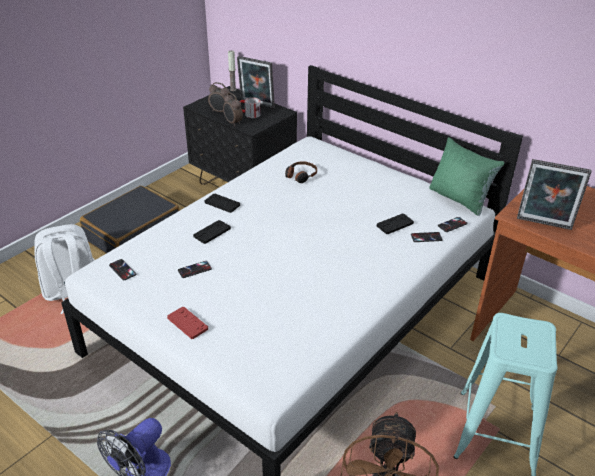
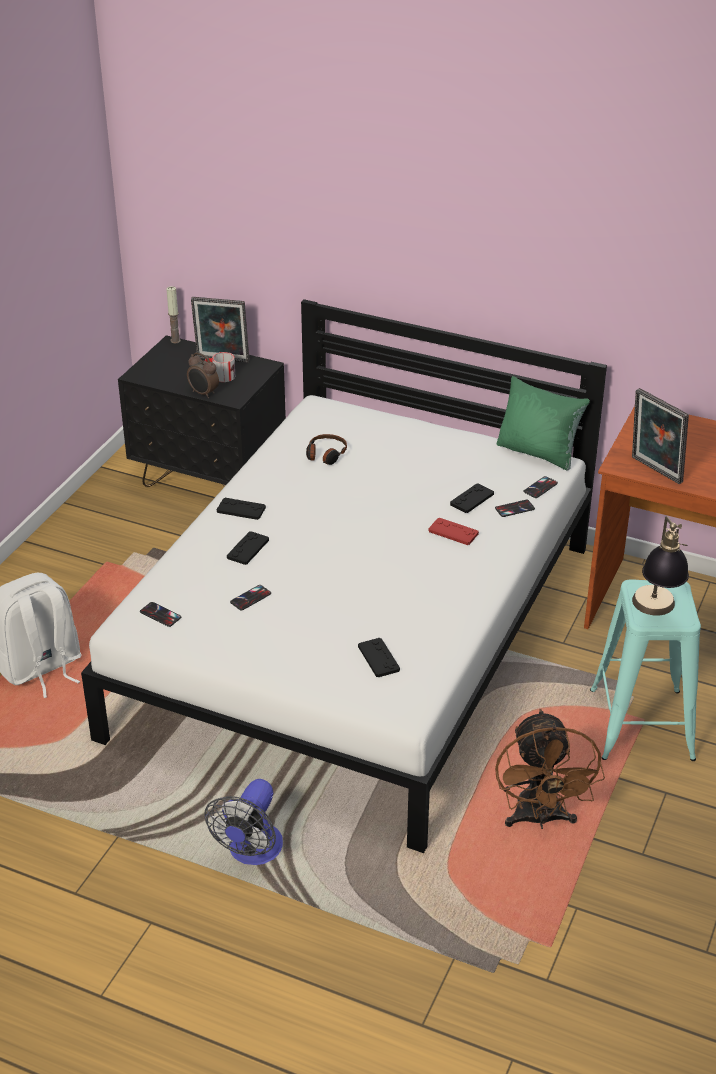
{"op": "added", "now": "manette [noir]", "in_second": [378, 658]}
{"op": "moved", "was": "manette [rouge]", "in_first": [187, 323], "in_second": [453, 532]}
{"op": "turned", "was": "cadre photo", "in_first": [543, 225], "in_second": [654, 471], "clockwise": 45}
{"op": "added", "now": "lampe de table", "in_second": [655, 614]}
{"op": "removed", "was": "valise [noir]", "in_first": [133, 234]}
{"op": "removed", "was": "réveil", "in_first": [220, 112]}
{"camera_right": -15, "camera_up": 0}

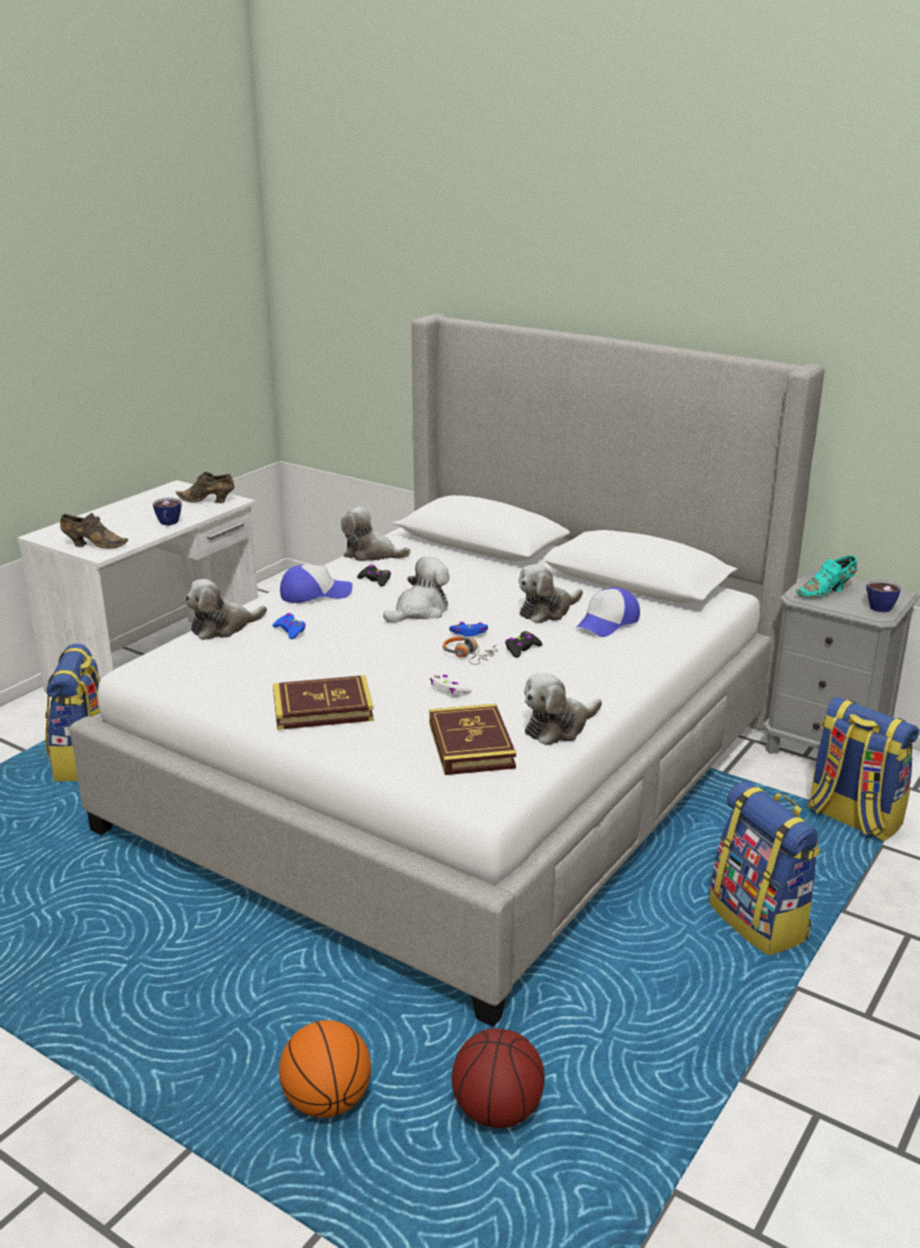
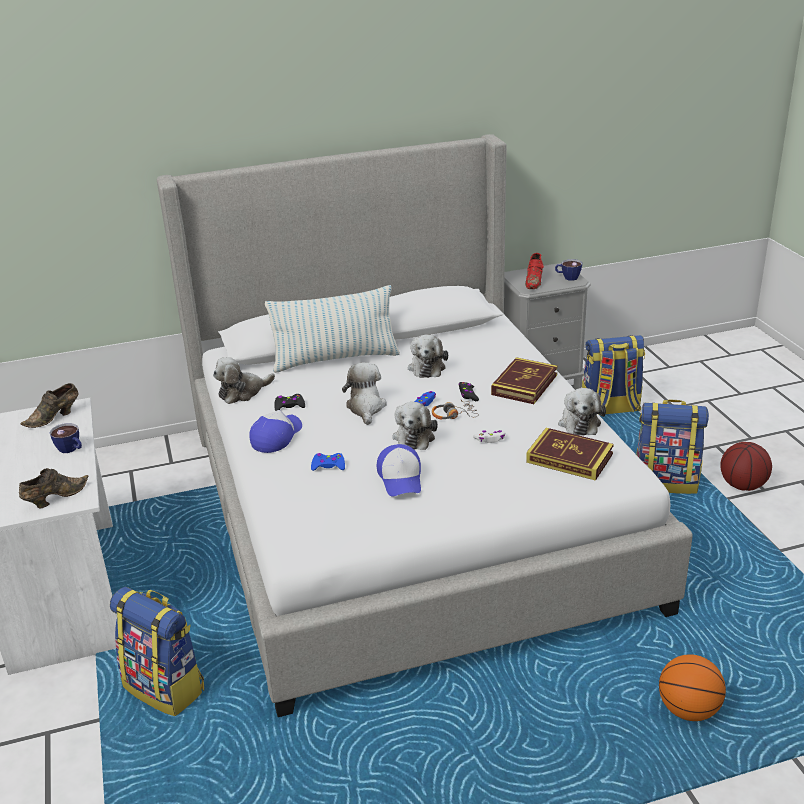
{"op": "added", "now": "coussin", "in_second": [335, 359]}
{"op": "moved", "was": "casquette", "in_first": [607, 623], "in_second": [401, 478]}
{"op": "moved", "was": "peluche", "in_first": [223, 627], "in_second": [414, 436]}
{"op": "moved", "was": "livre", "in_first": [322, 708], "in_second": [524, 384]}
{"op": "recoloured", "was": "chaussure [turquoise]", "now": "chaussure [rouge]", "in_first": [826, 592], "in_second": [534, 281]}
{"op": "moved", "was": "ballon de basket", "in_first": [497, 1111], "in_second": [743, 485]}
{"camera_right": -50, "camera_up": 5}

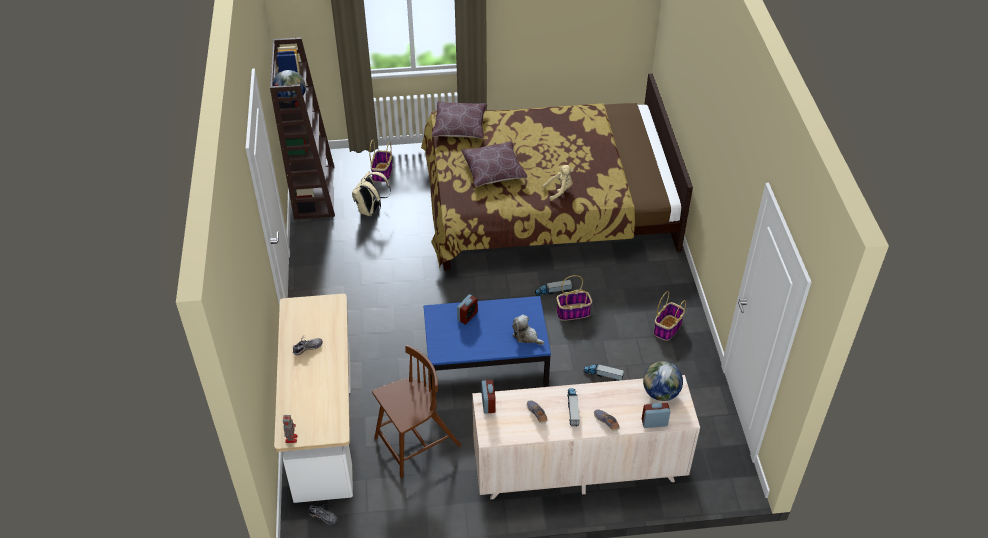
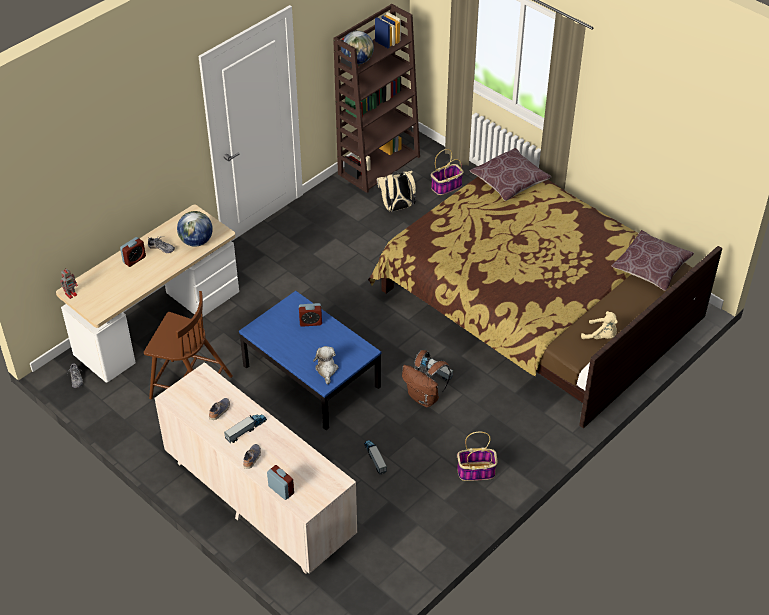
{"op": "moved", "was": "réveil", "in_first": [488, 404], "in_second": [134, 259]}
{"op": "moved", "was": "globe", "in_first": [660, 393], "in_second": [196, 241]}
{"op": "replaced", "was": "panier", "now": "sac à dos [marron]", "in_first": [573, 312], "in_second": [425, 397]}
{"op": "moved", "was": "peluche [beige]", "in_first": [559, 191], "in_second": [601, 336]}
{"op": "moved", "was": "coussin [marron]", "in_first": [493, 171], "in_second": [651, 268]}
{"camera_right": 50, "camera_up": 0}

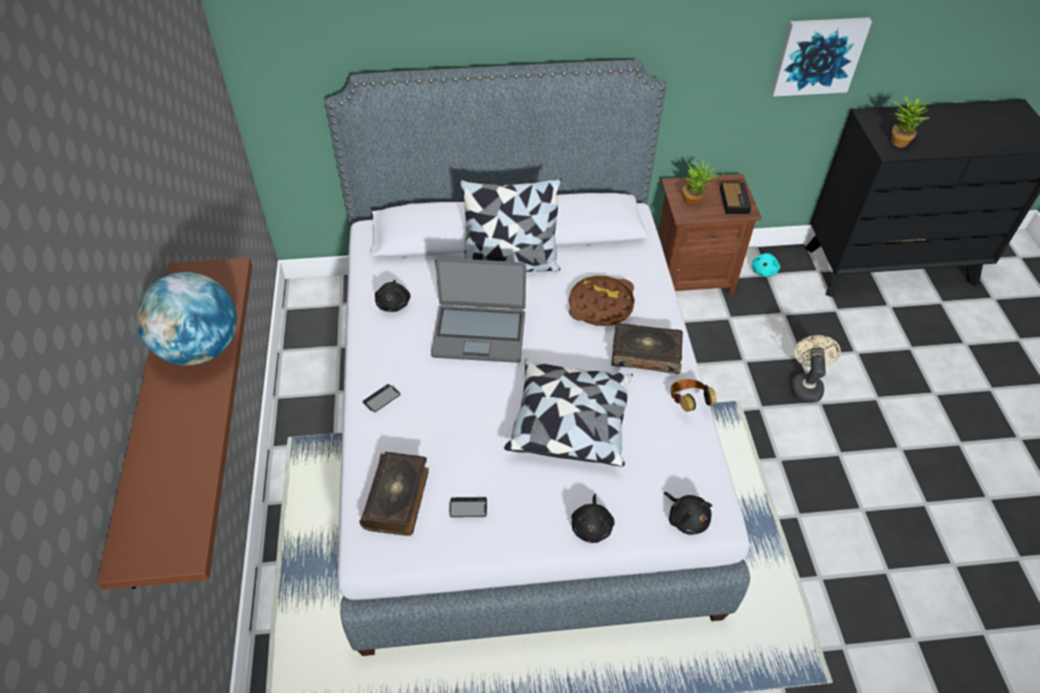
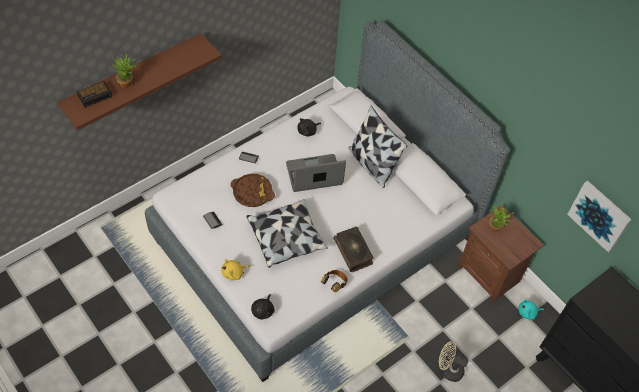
{"op": "moved", "was": "réveil", "in_first": [734, 200], "in_second": [95, 96]}
{"op": "moved", "was": "plante en pot", "in_first": [898, 140], "in_second": [128, 83]}
{"op": "recoloured", "was": "peluche [noir]", "now": "peluche [jaune]", "in_first": [592, 526], "in_second": [234, 273]}
{"op": "moved", "was": "plateau [marron]", "in_first": [600, 305], "in_second": [252, 192]}
{"op": "turned", "was": "ordinateur portable", "in_first": [479, 333], "in_second": [314, 175], "clockwise": 105}
{"op": "turned", "was": "ventilateur [beige]", "in_first": [805, 385], "in_second": [448, 370], "clockwise": -135}
{"op": "removed", "was": "globe", "in_first": [200, 348]}
{"op": "removed", "was": "livre", "in_first": [397, 498]}
{"camera_right": 55, "camera_up": 5}

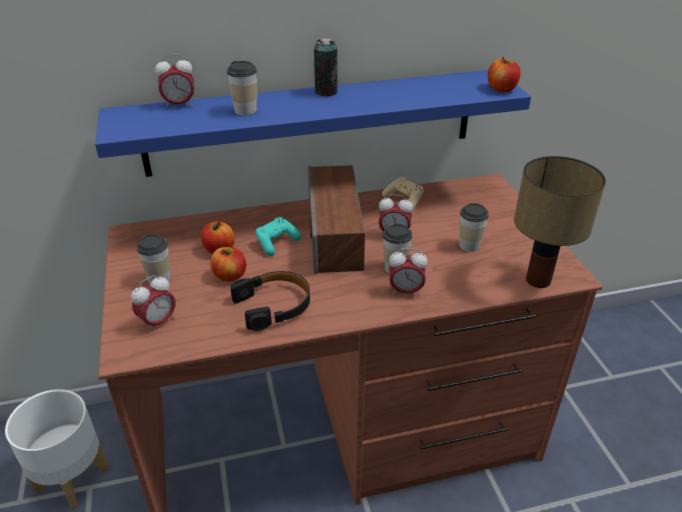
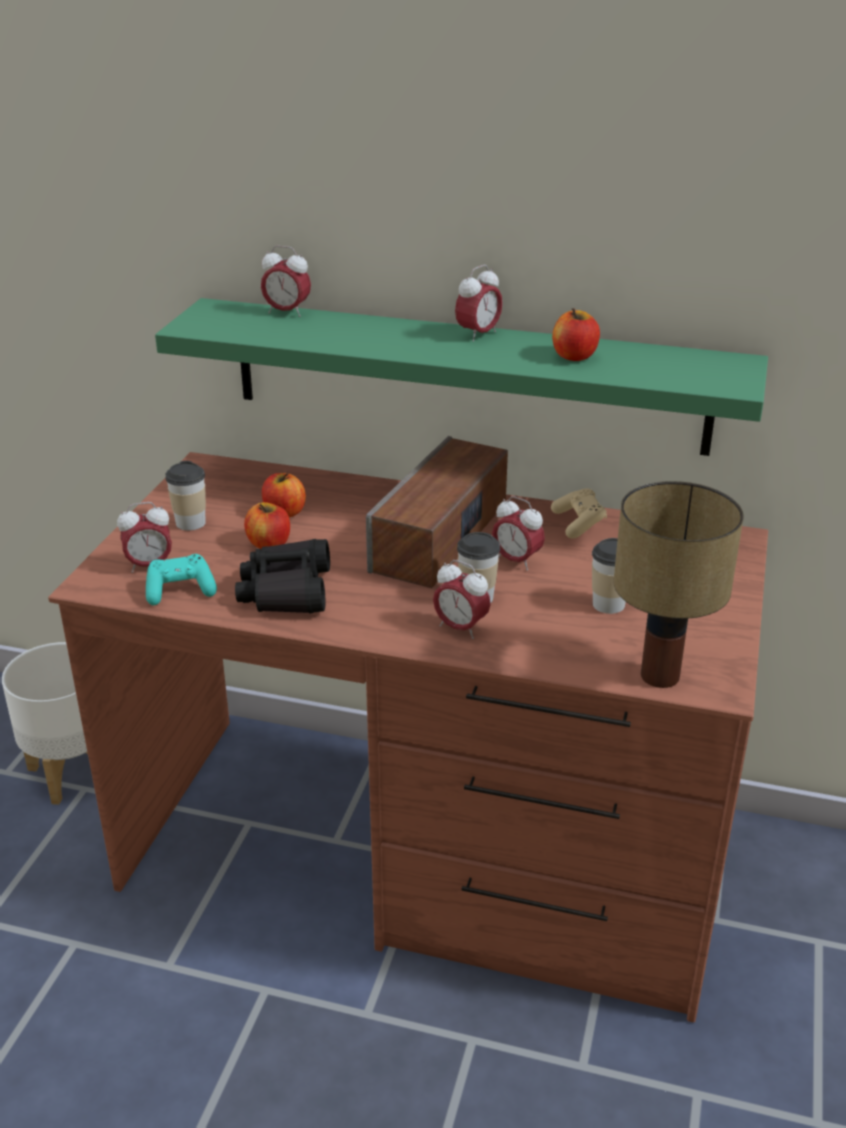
{"op": "moved", "was": "manette [turquoise]", "in_first": [277, 242], "in_second": [180, 591]}
{"op": "recoloured", "was": "étagère [bleu]", "now": "étagère [vert]", "in_first": [312, 122], "in_second": [467, 376]}
{"op": "replaced", "was": "casque audio [noir]", "now": "jumelles [noir]", "in_first": [274, 305], "in_second": [287, 591]}
{"op": "replaced", "was": "boîte métallique", "now": "réveil", "in_first": [326, 92], "in_second": [478, 335]}
{"op": "moved", "was": "pomme", "in_first": [501, 89], "in_second": [574, 356]}
{"op": "removed", "was": "tasse", "in_first": [245, 110]}
{"camera_right": 30, "camera_up": -5}

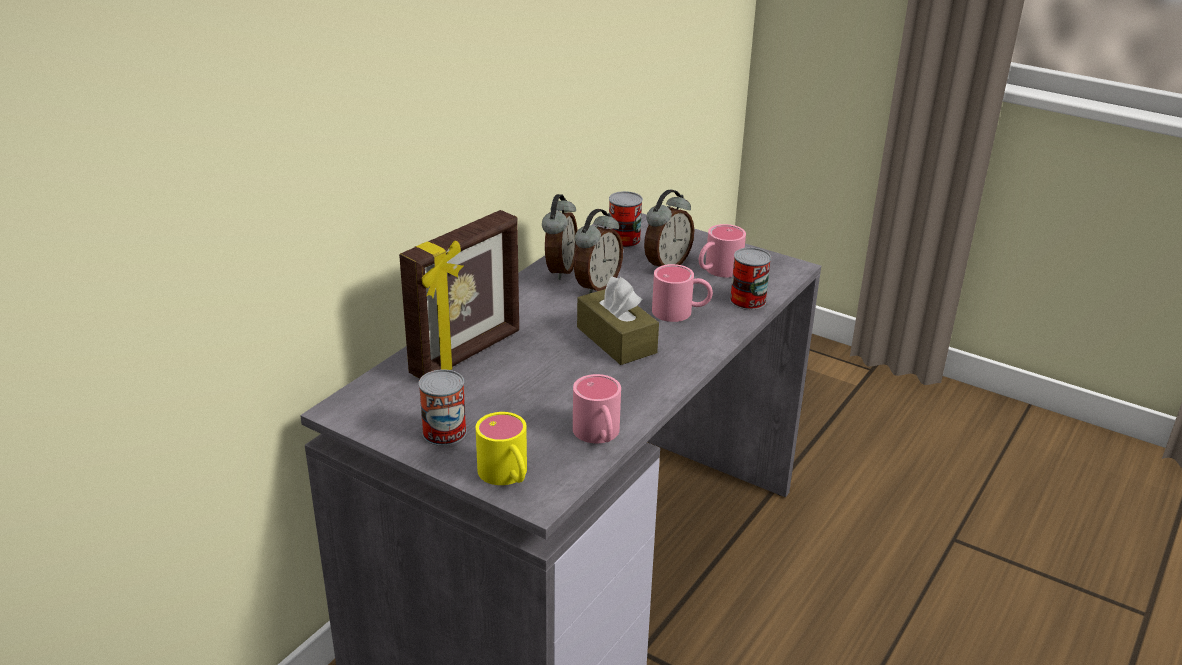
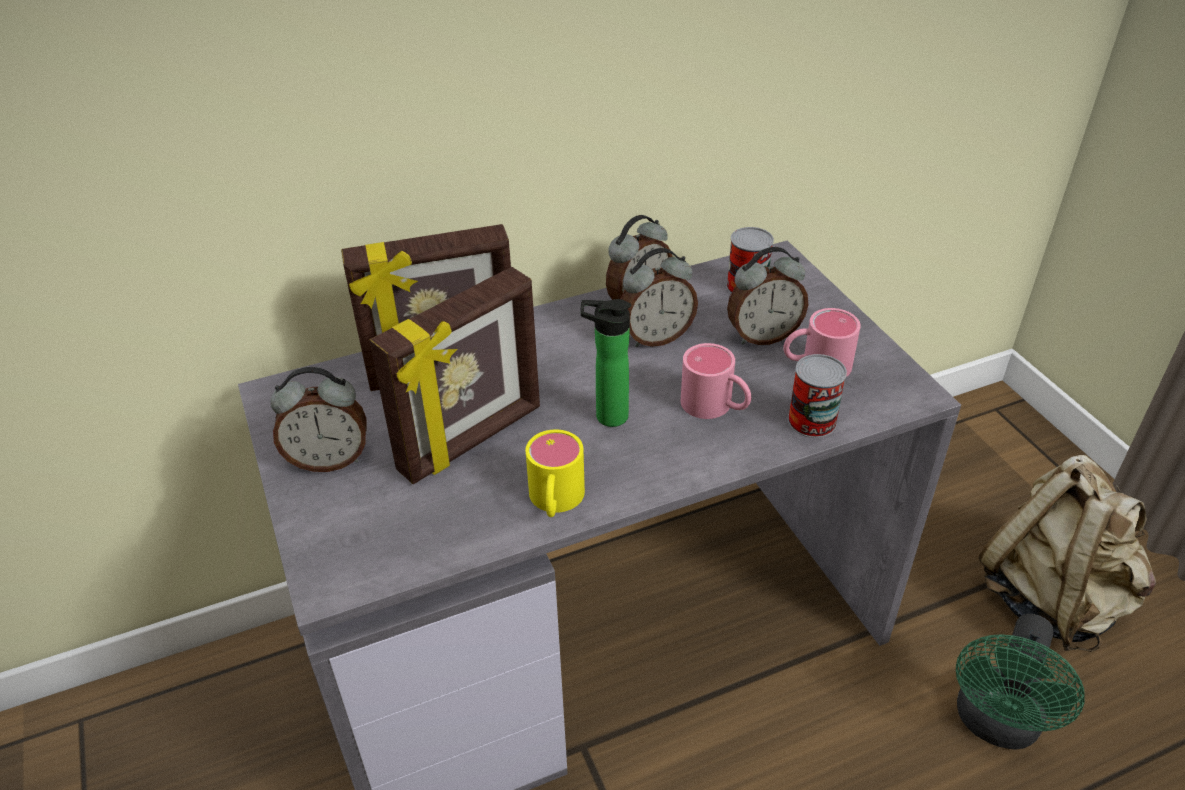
{"op": "replaced", "was": "boîte métallique", "now": "réveil", "in_first": [444, 432], "in_second": [329, 460]}
{"op": "added", "now": "cadre photo", "in_second": [472, 440]}
{"op": "moved", "was": "mug [jaune]", "in_first": [507, 476], "in_second": [555, 502]}
{"op": "replaced", "was": "boîte à mouchoirs [marron]", "now": "bouteille", "in_first": [616, 340], "in_second": [606, 416]}
{"op": "added", "now": "ventilateur [vert]", "in_second": [996, 724]}
{"op": "added", "now": "sac à dos [beige]", "in_second": [1051, 598]}
{"op": "removed", "was": "mug [rose]", "in_first": [599, 436]}
{"camera_right": 35, "camera_up": 10}

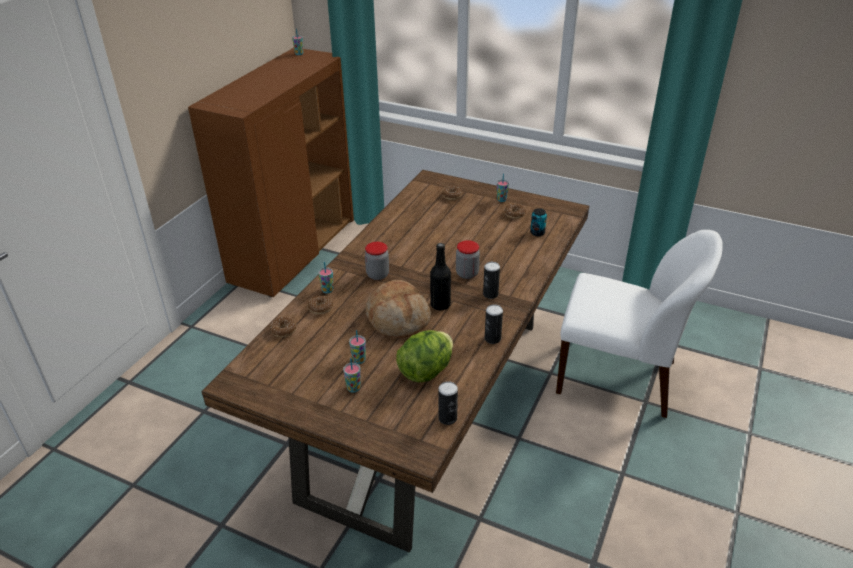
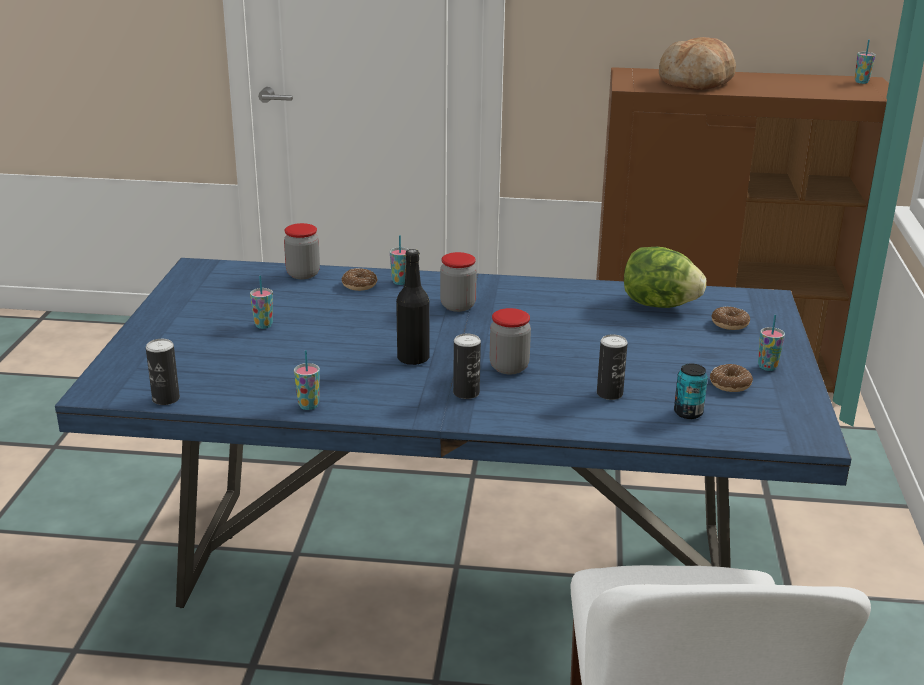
{"op": "recoloured", "was": "table à manger [marron]", "now": "table à manger [bleu]", "in_first": [428, 406], "in_second": [456, 568]}
{"op": "replaced", "was": "beignet", "now": "bocal", "in_first": [283, 330], "in_second": [303, 274]}
{"op": "moved", "was": "tasse", "in_first": [353, 388], "in_second": [308, 405]}
{"op": "moved", "was": "boîte métallique", "in_first": [492, 338], "in_second": [609, 394]}
{"op": "moved", "was": "laitue", "in_first": [426, 371], "in_second": [659, 305]}
{"op": "moved", "was": "pain", "in_first": [398, 319], "in_second": [696, 82]}
{"camera_right": 70, "camera_up": -10}

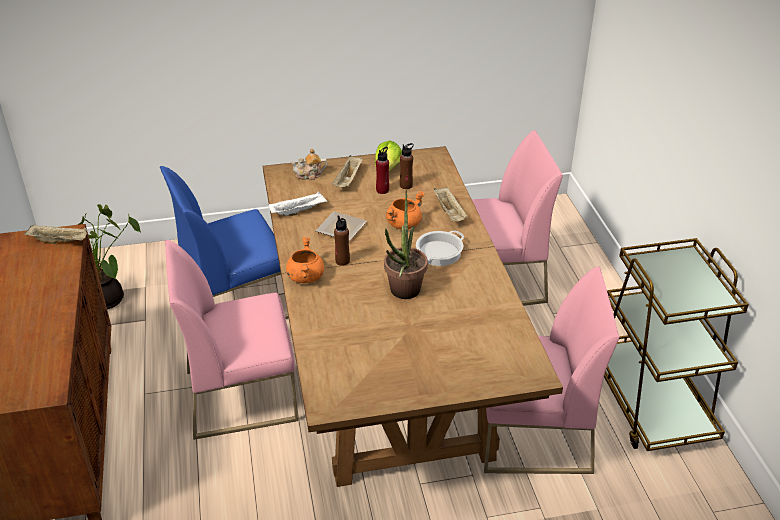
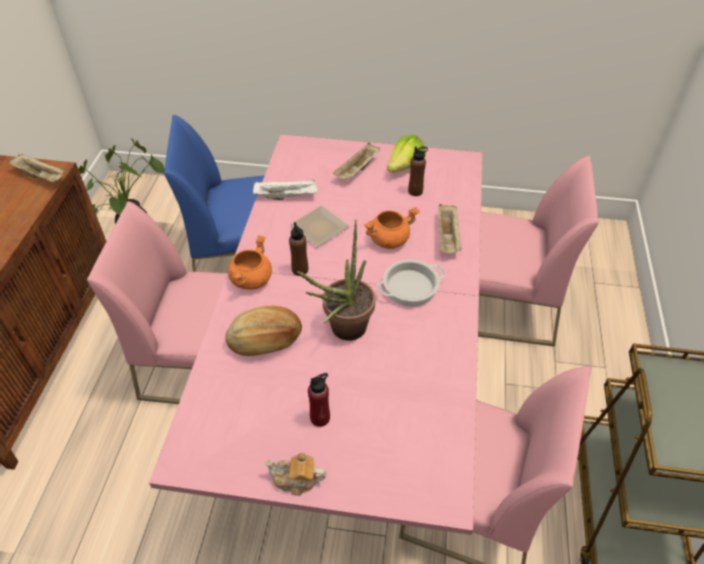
{"op": "recoloured", "was": "table à manger [marron]", "now": "table à manger [rose]", "in_first": [390, 377], "in_second": [352, 388]}
{"op": "added", "now": "pain", "in_second": [265, 340]}
{"op": "moved", "was": "théière", "in_first": [309, 175], "in_second": [296, 480]}
{"op": "moved", "was": "bouteille [rouge]", "in_first": [382, 190], "in_second": [320, 418]}
{"camera_right": 20, "camera_up": 10}

